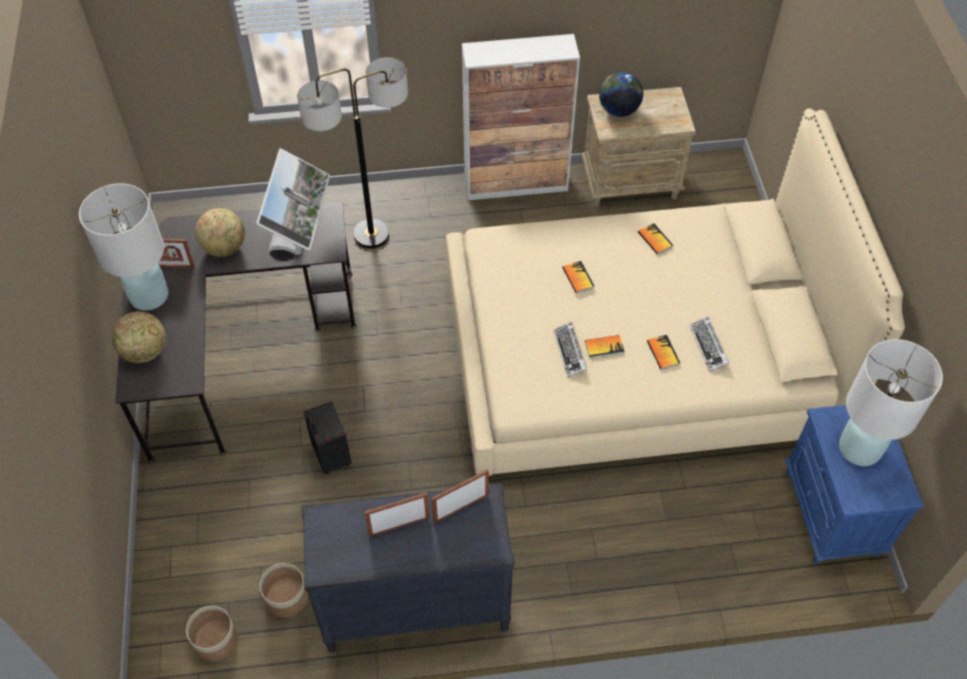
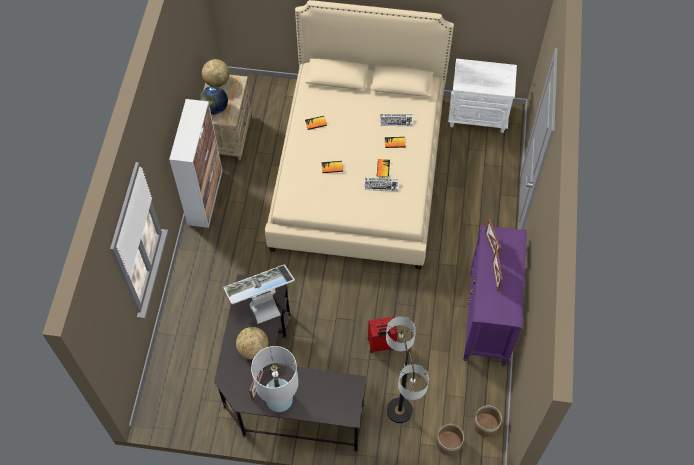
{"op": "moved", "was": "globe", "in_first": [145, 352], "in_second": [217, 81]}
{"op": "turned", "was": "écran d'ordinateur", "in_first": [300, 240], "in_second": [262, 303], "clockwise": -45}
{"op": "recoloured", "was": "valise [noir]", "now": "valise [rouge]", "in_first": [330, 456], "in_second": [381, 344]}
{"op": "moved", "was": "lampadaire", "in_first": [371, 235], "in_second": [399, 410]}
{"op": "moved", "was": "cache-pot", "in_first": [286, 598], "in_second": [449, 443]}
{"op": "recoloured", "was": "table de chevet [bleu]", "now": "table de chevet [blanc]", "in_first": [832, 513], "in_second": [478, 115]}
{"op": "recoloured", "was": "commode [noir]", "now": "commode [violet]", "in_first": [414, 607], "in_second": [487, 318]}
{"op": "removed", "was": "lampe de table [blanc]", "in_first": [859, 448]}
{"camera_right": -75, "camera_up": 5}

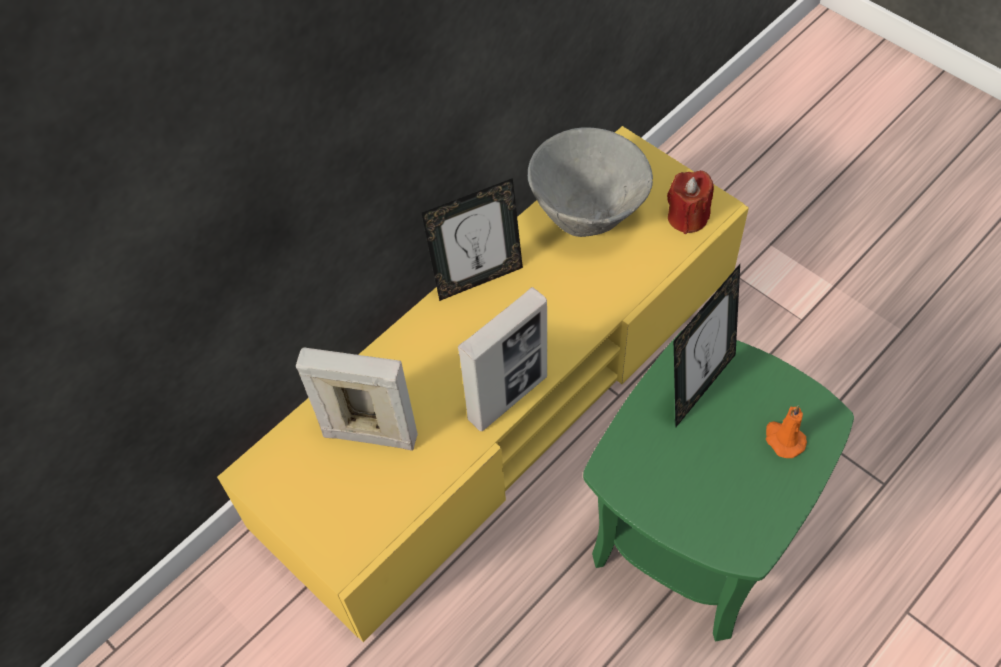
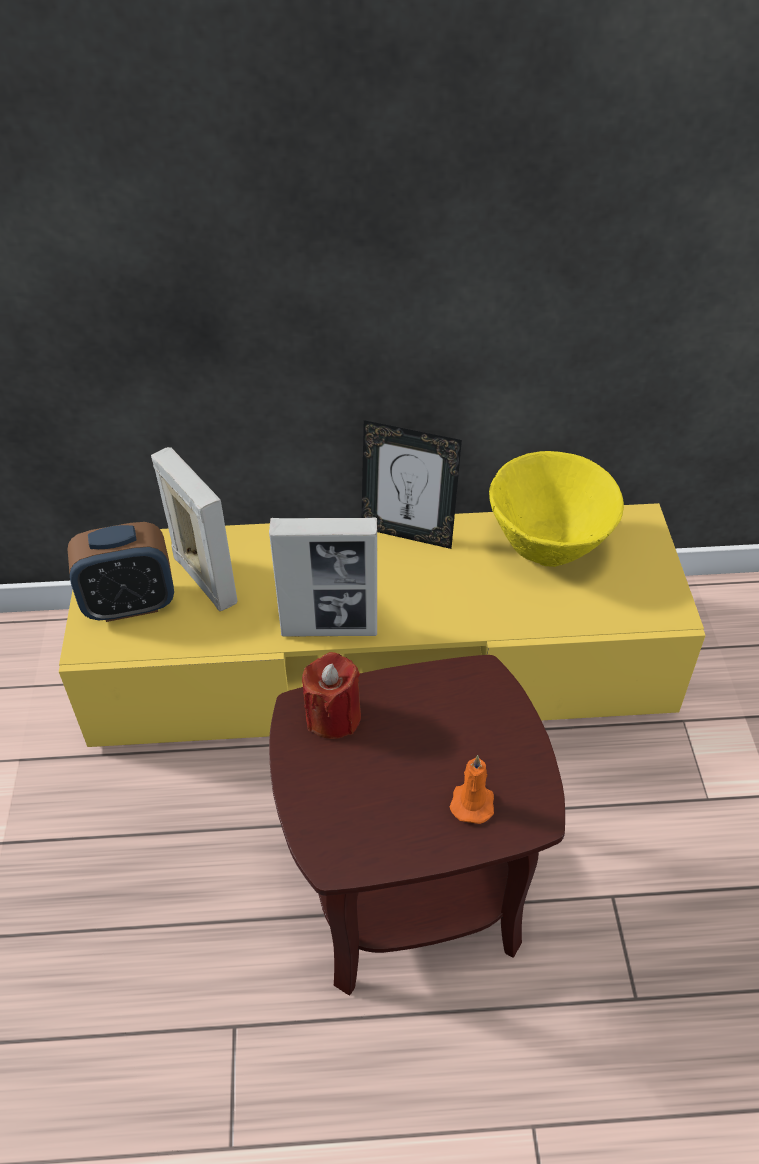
{"op": "added", "now": "réveil", "in_second": [130, 604]}
{"op": "recoloured", "was": "table d'appoint [vert]", "now": "table d'appoint [marron]", "in_first": [694, 537], "in_second": [409, 889]}
{"op": "moved", "was": "bougie [rouge]", "in_first": [687, 217], "in_second": [333, 716]}
{"op": "recoloured", "was": "bol [gris]", "now": "bol [jaune]", "in_first": [588, 217], "in_second": [548, 548]}
{"op": "removed", "was": "cadre photo", "in_first": [698, 385]}
{"camera_right": 40, "camera_up": -10}

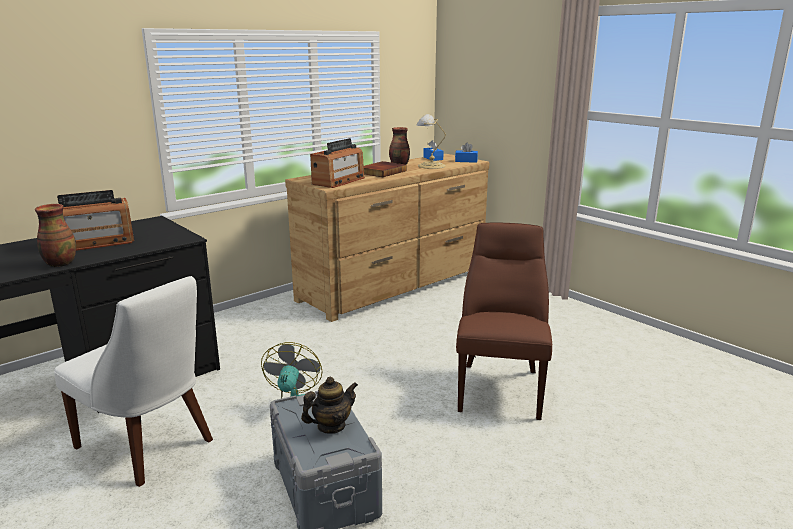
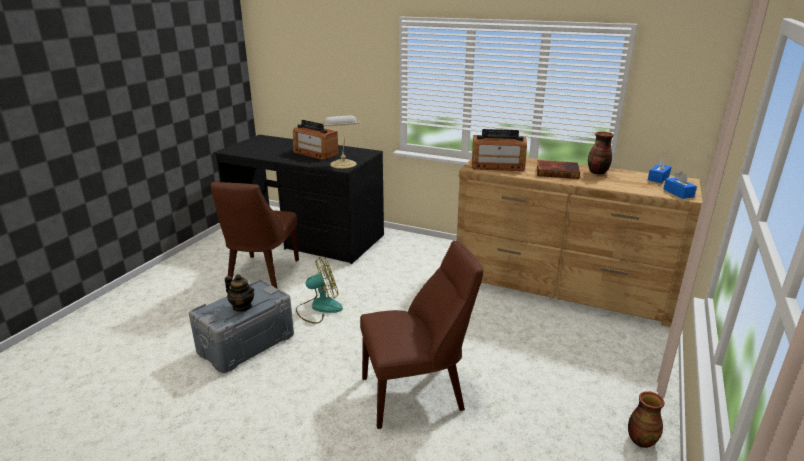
{"op": "recoloured", "was": "chaise [blanc]", "now": "chaise [marron]", "in_first": [149, 446], "in_second": [262, 274]}
{"op": "moved", "was": "lampe de table", "in_first": [430, 166], "in_second": [342, 163]}
{"op": "moved", "was": "vase", "in_first": [60, 263], "in_second": [641, 440]}
{"camera_right": 65, "camera_up": 5}

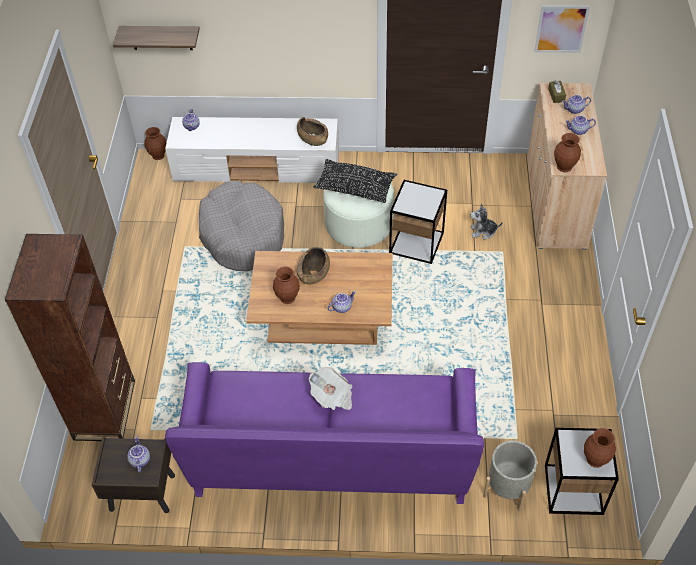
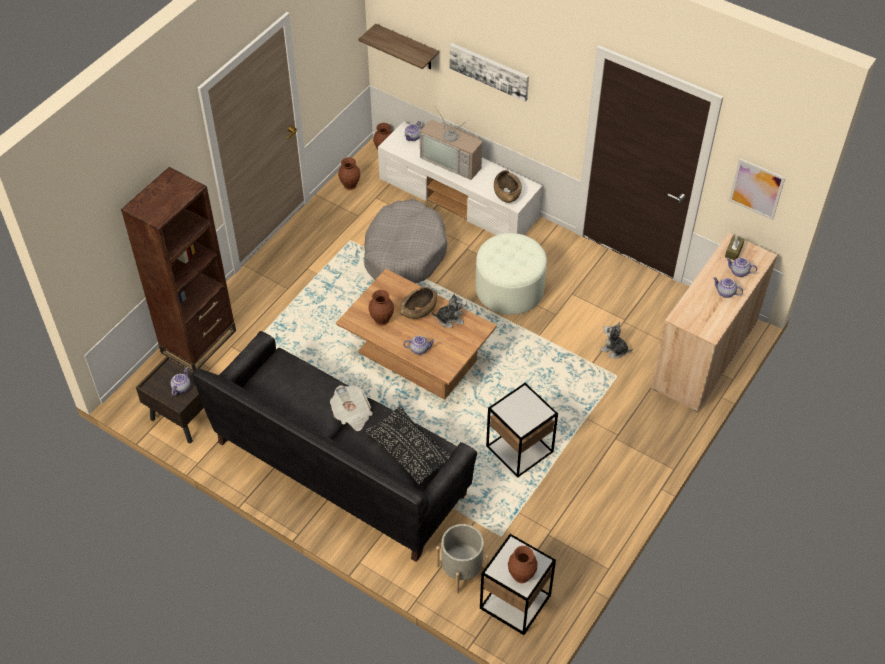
{"op": "recoloured", "was": "canapé [violet]", "now": "canapé [noir]", "in_first": [331, 456], "in_second": [340, 468]}
{"op": "moved", "was": "vase [marron]", "in_first": [564, 166], "in_second": [350, 185]}
{"op": "moved", "was": "coussin [noir]", "in_first": [355, 187], "in_second": [409, 450]}
{"op": "added", "now": "téléviseur", "in_second": [453, 160]}
{"op": "added", "now": "peluche", "in_second": [450, 319]}
{"op": "added", "now": "tableau", "in_second": [489, 70]}
{"op": "moved", "was": "table d'appoint", "in_first": [416, 243], "in_second": [519, 449]}
{"camera_right": 30, "camera_up": 0}

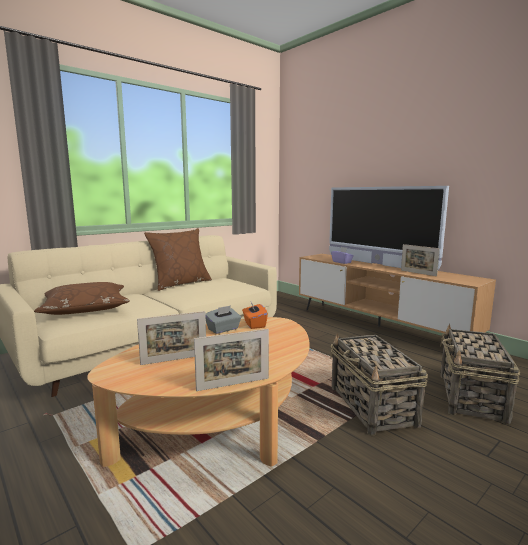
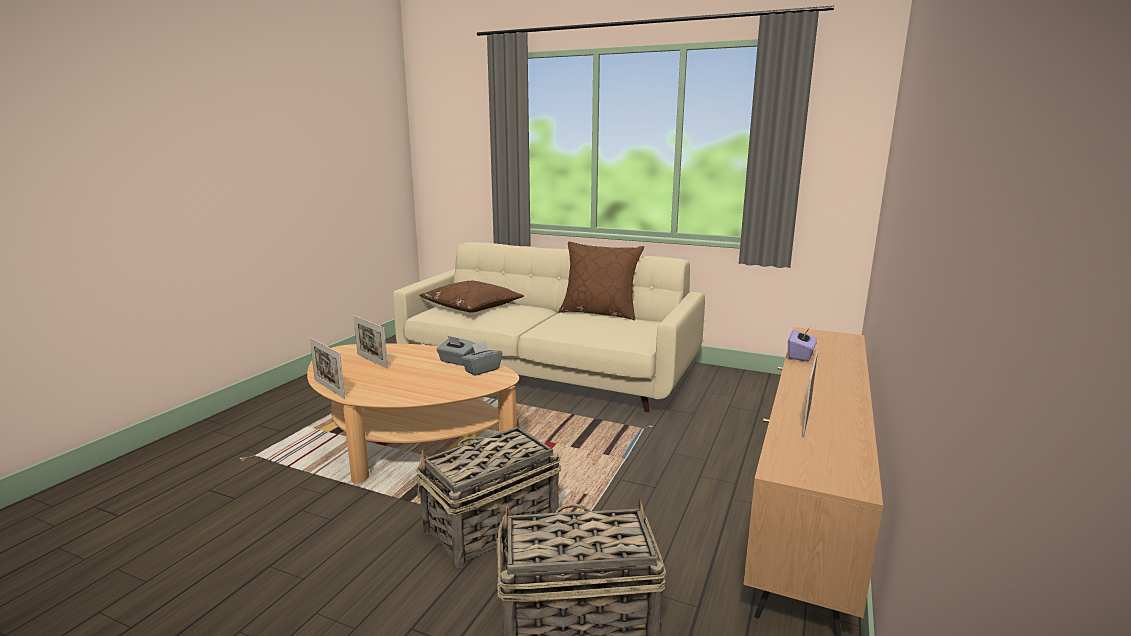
{"op": "recoloured", "was": "boîte à mouchoirs [orange]", "now": "boîte à mouchoirs [gris]", "in_first": [254, 324], "in_second": [482, 370]}
{"op": "removed", "was": "téléviseur", "in_first": [377, 264]}
{"camera_right": 65, "camera_up": 5}

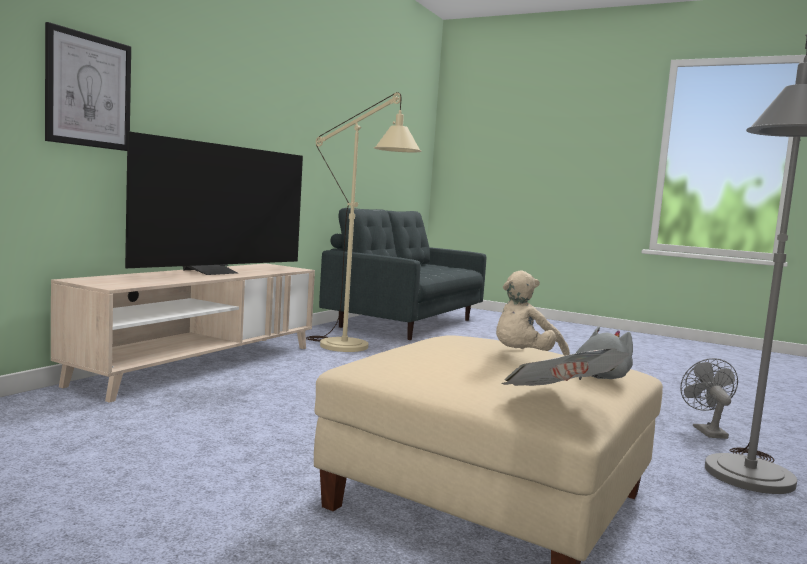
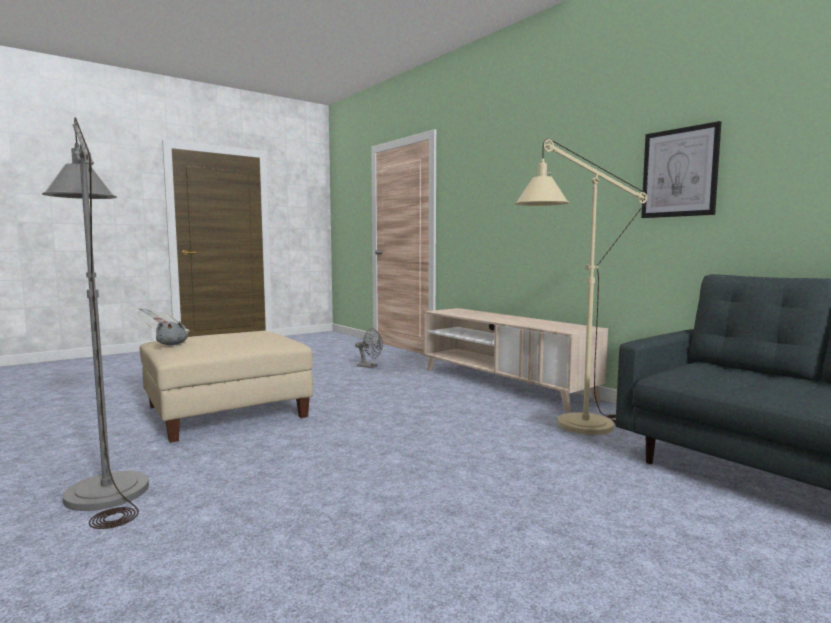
{"op": "moved", "was": "ventilateur [gris]", "in_first": [706, 430], "in_second": [370, 366]}
{"op": "moved", "was": "tableau", "in_first": [88, 91], "in_second": [679, 172]}
{"op": "removed", "was": "téléviseur", "in_first": [215, 272]}
{"op": "removed", "was": "peluche [beige]", "in_first": [523, 358]}
{"camera_right": 115, "camera_up": 0}

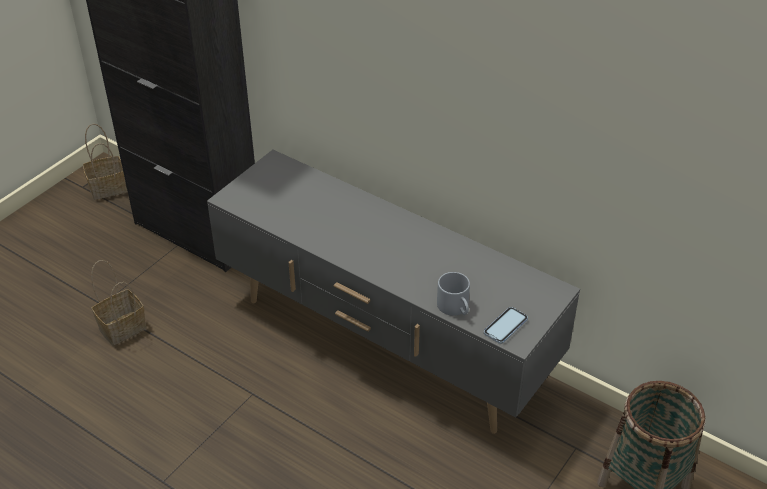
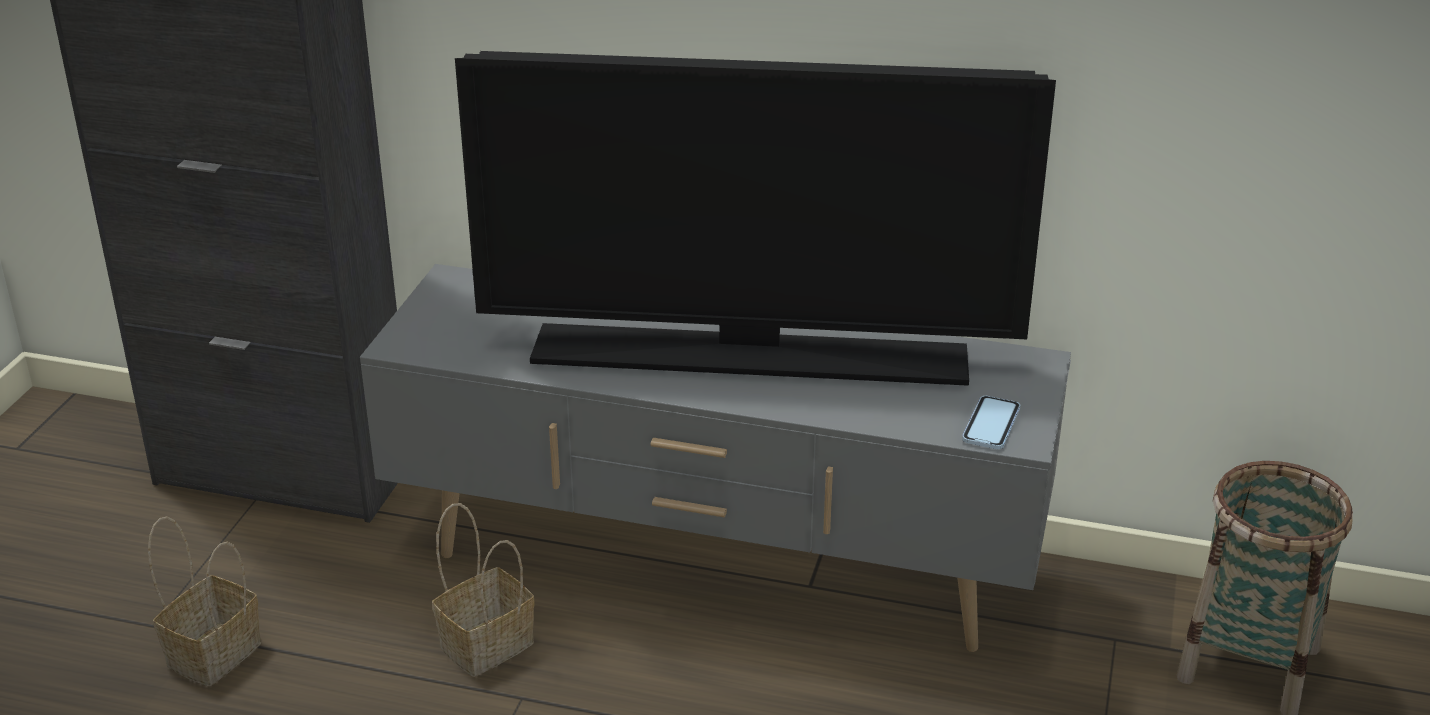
{"op": "moved", "was": "panier", "in_first": [109, 187], "in_second": [488, 643]}
{"op": "added", "now": "téléviseur", "in_second": [752, 355]}
{"op": "removed", "was": "mug [gris]", "in_first": [456, 308]}
{"camera_right": -20, "camera_up": -10}

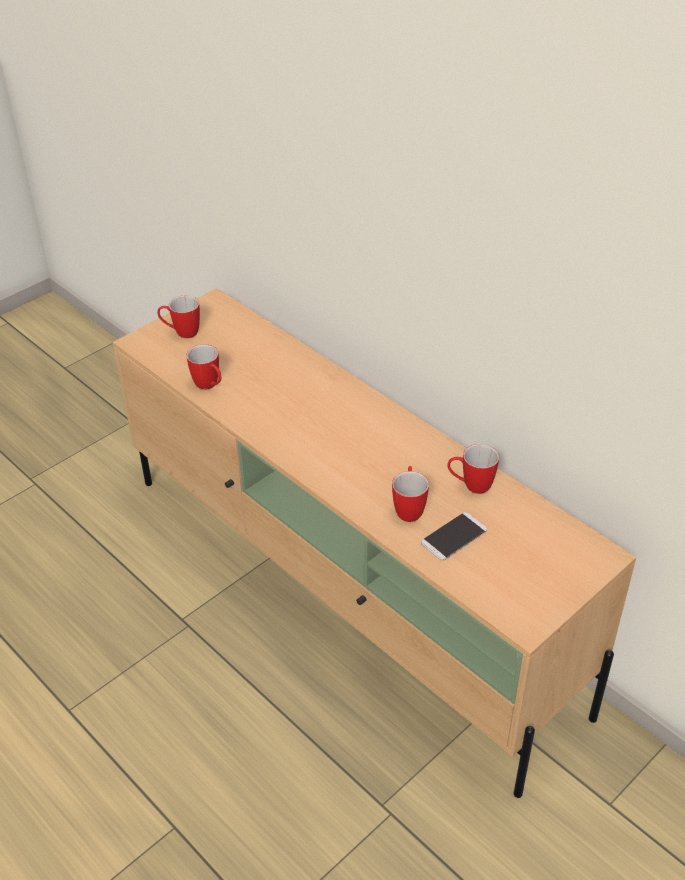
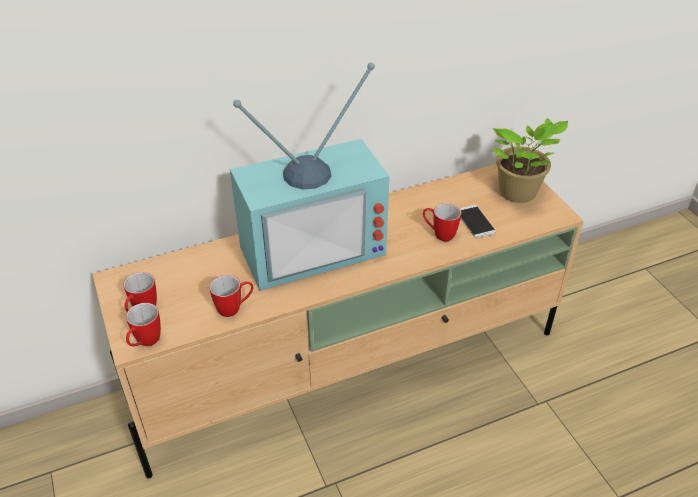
{"op": "moved", "was": "mug", "in_first": [470, 485], "in_second": [145, 343]}
{"op": "added", "now": "téléviseur", "in_second": [312, 246]}
{"op": "added", "now": "plante en pot", "in_second": [519, 193]}
{"camera_right": -70, "camera_up": 0}

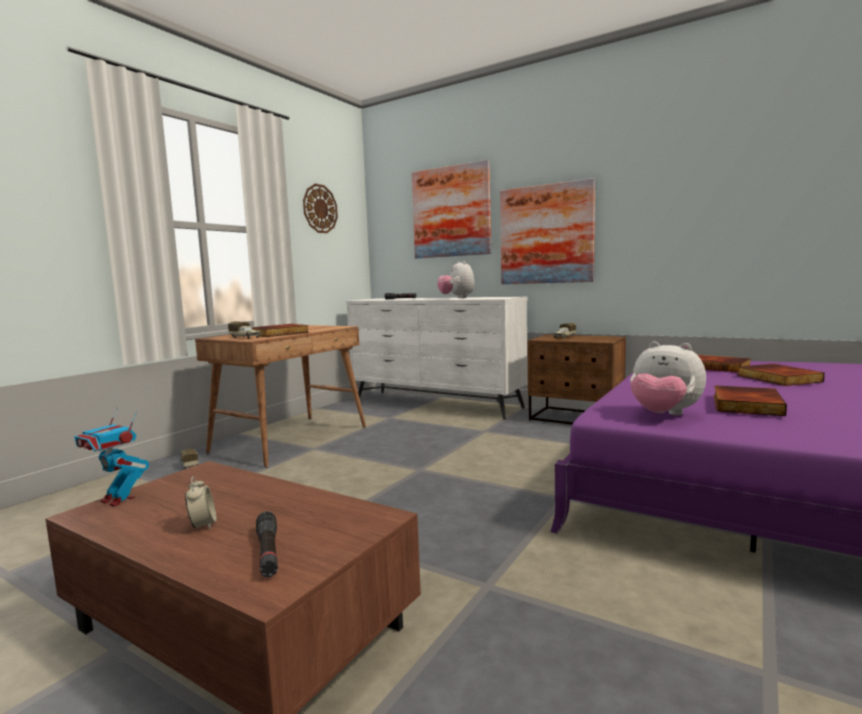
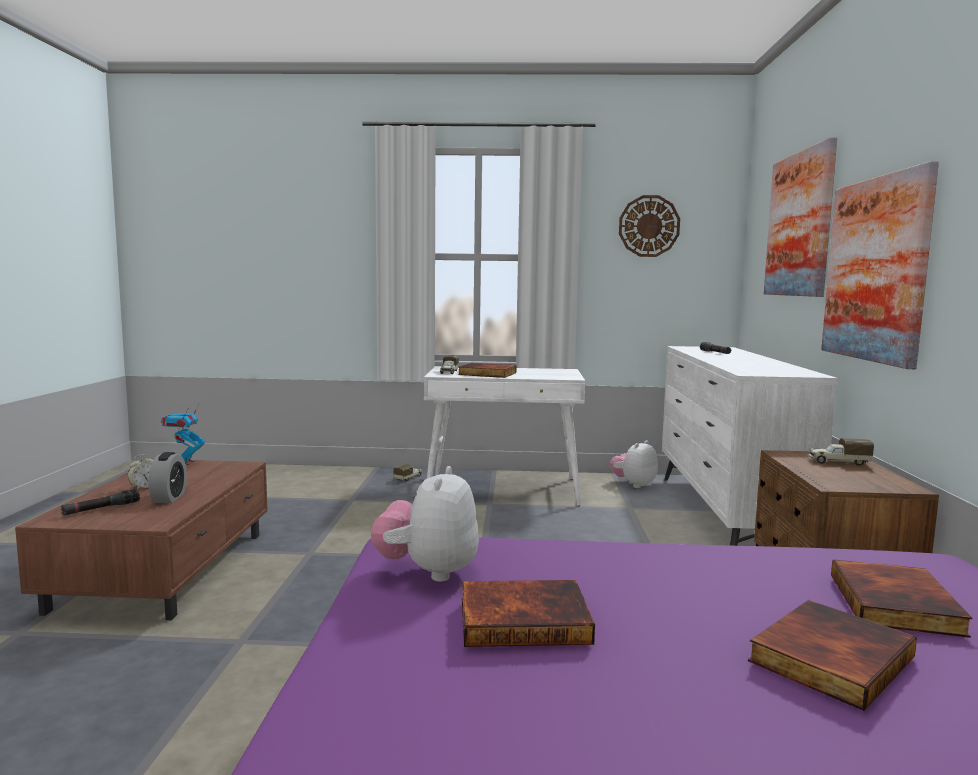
{"op": "added", "now": "réveil", "in_second": [169, 498]}
{"op": "recoloured", "was": "bureau [marron]", "now": "bureau [blanc]", "in_first": [291, 439], "in_second": [503, 489]}
{"op": "moved", "was": "peluche", "in_first": [457, 298], "in_second": [633, 484]}
{"camera_right": 60, "camera_up": 0}

